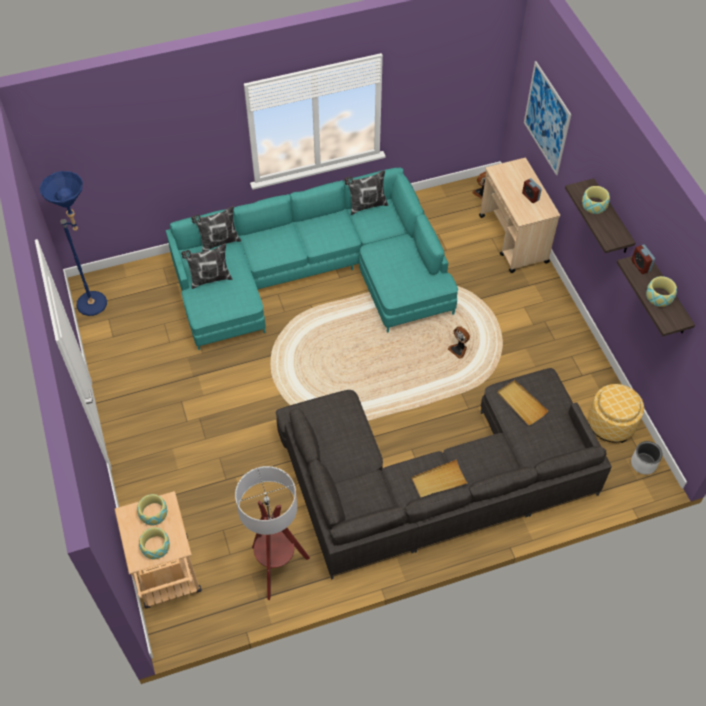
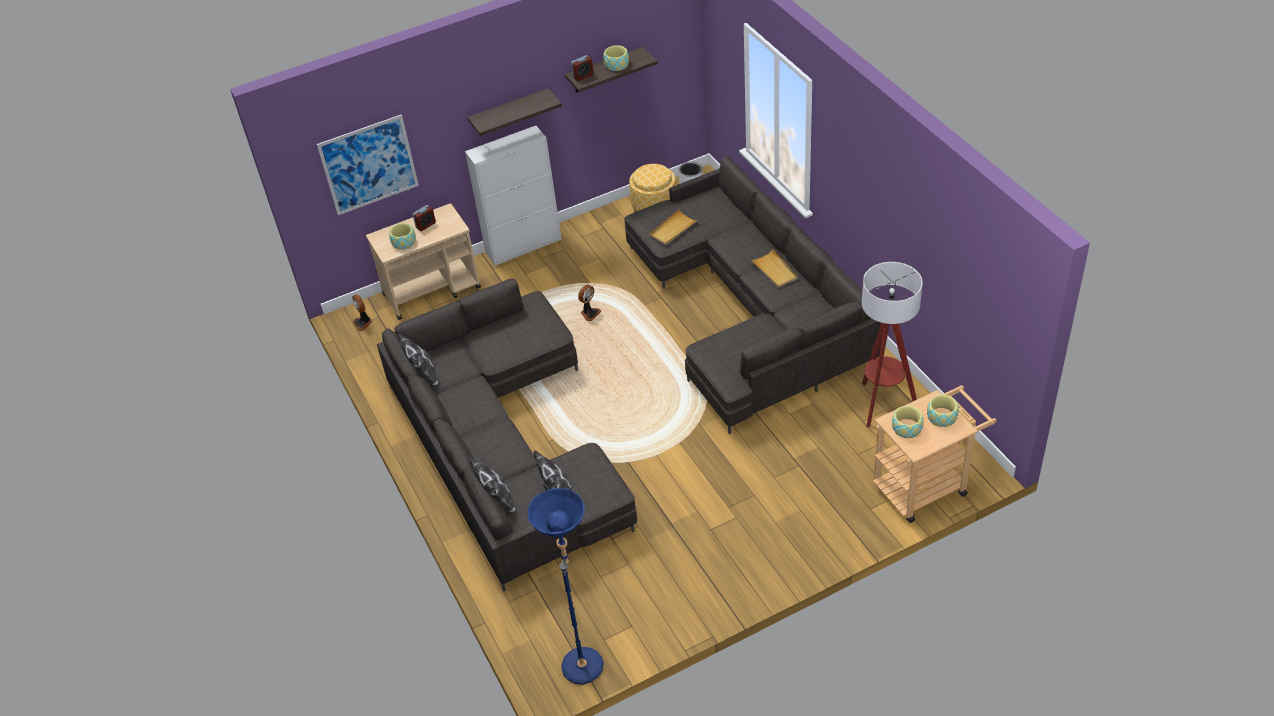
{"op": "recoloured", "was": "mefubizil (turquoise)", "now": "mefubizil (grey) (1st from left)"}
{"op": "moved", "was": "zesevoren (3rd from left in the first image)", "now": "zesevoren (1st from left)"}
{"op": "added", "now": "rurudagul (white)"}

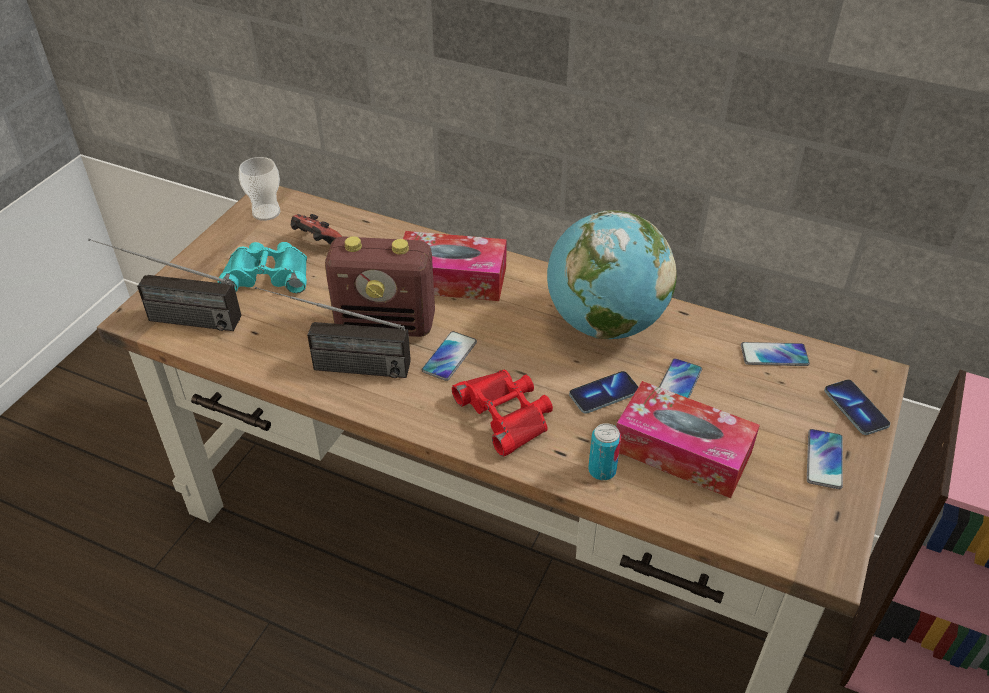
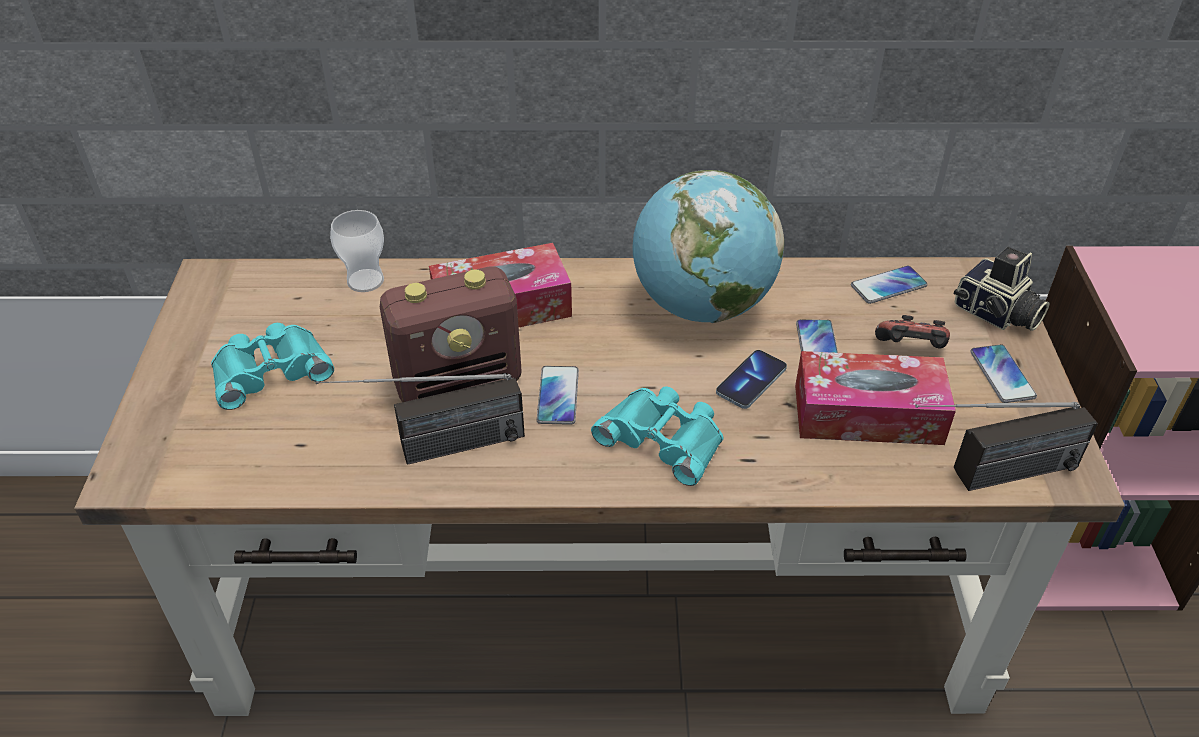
{"op": "moved", "was": "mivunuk"}
{"op": "moved", "was": "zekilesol"}
{"op": "moved", "was": "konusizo (1st from left in the first image)", "now": "konusizo (3rd from left)"}
{"op": "recoloured", "was": "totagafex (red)", "now": "totagafex (turquoise) (2nd from left)"}
{"op": "replaced", "was": "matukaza (6th from left)", "now": "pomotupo"}
{"op": "removed", "was": "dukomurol"}

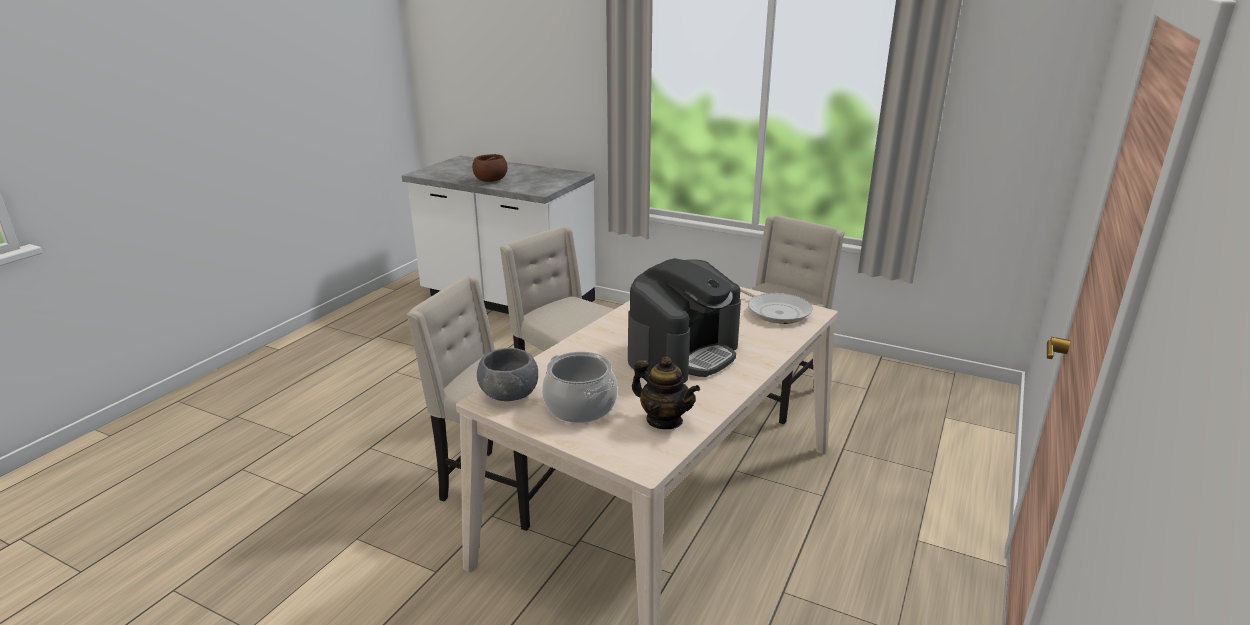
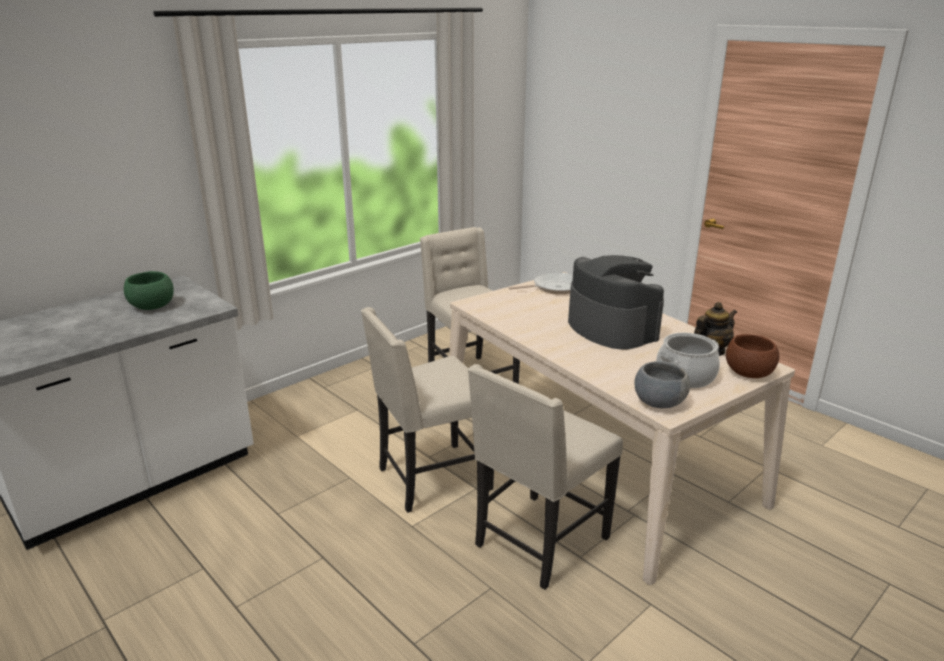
{"op": "moved", "was": "zesevoren (brown)"}
{"op": "added", "now": "zesevoren (green)"}

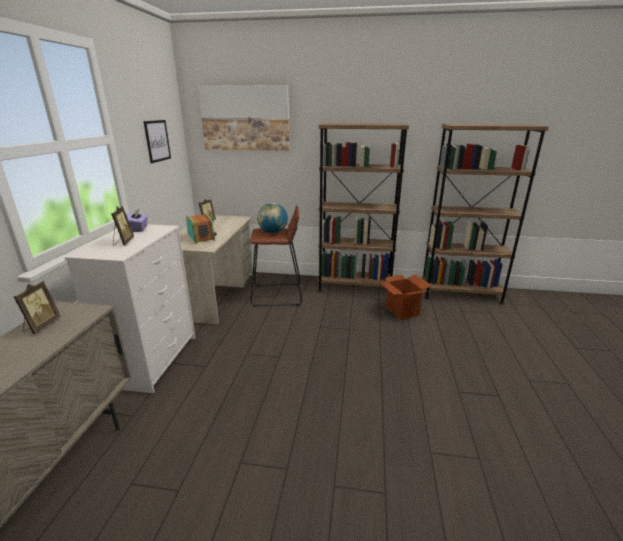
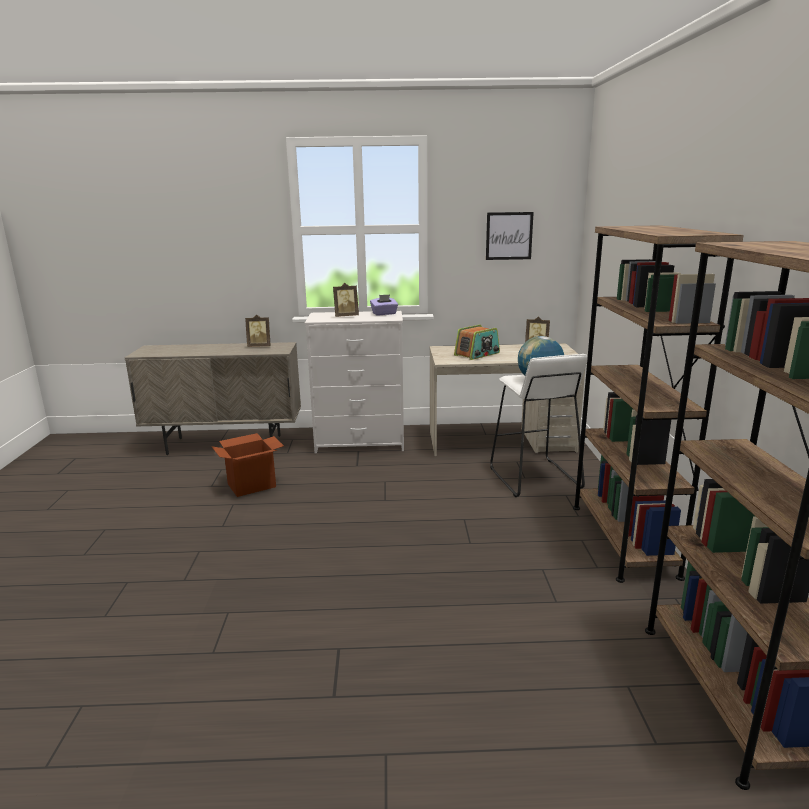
{"op": "removed", "was": "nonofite (2nd from left)"}
{"op": "recoloured", "was": "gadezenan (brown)", "now": "gadezenan (white)"}
{"op": "moved", "was": "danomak"}

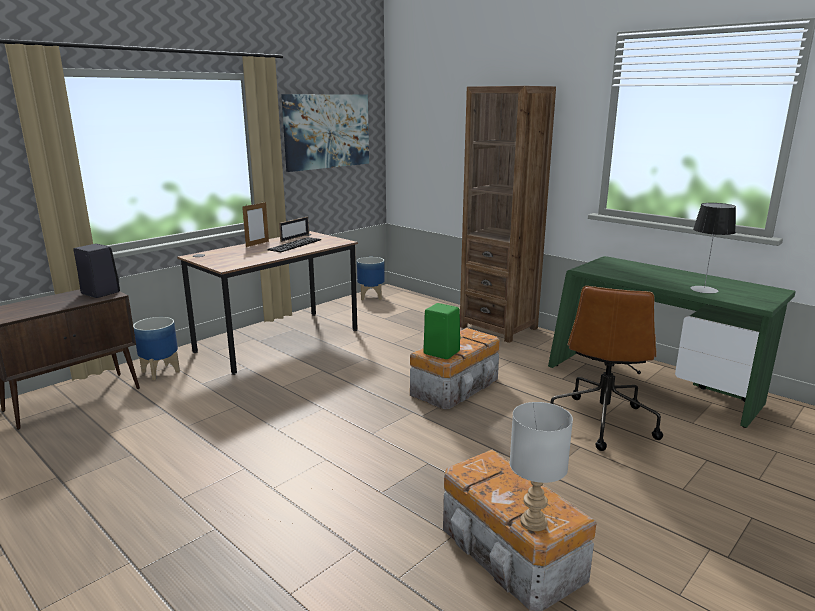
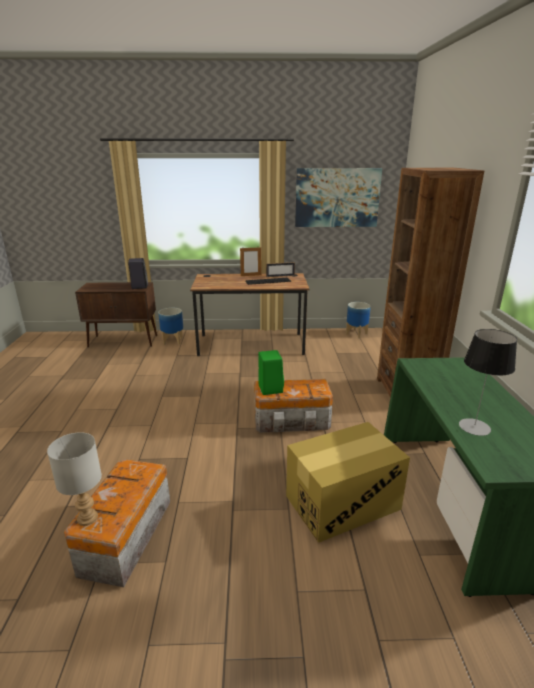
{"op": "replaced", "was": "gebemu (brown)", "now": "danomak"}

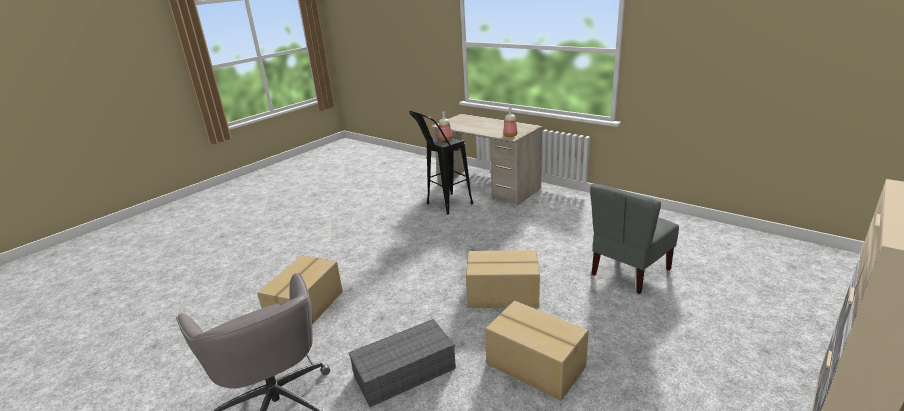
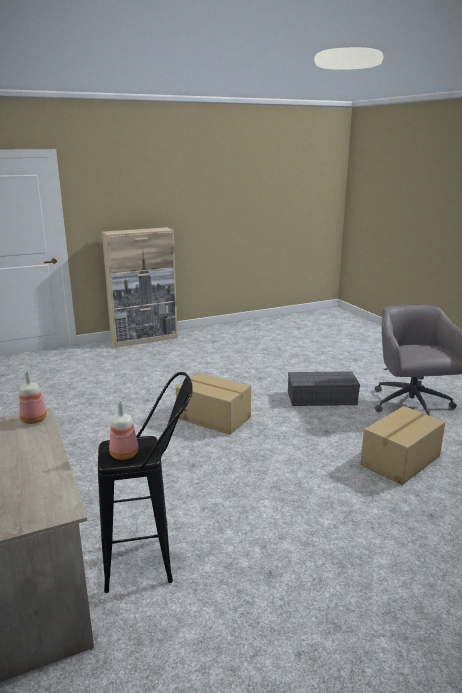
{"op": "removed", "was": "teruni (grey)"}
{"op": "removed", "was": "danomak (3rd from left)"}

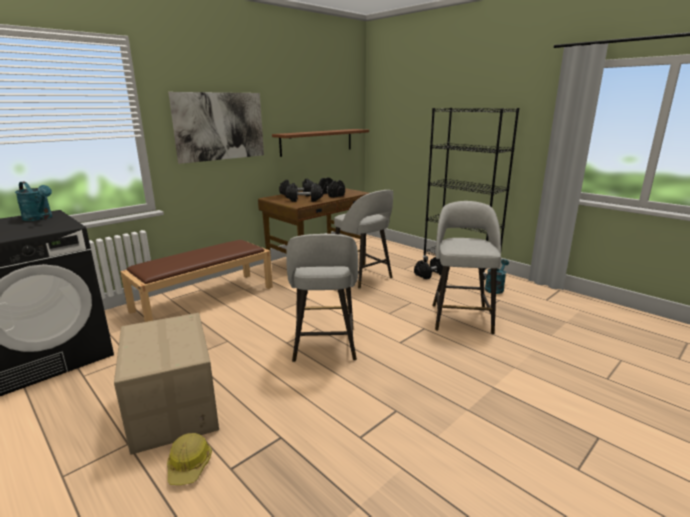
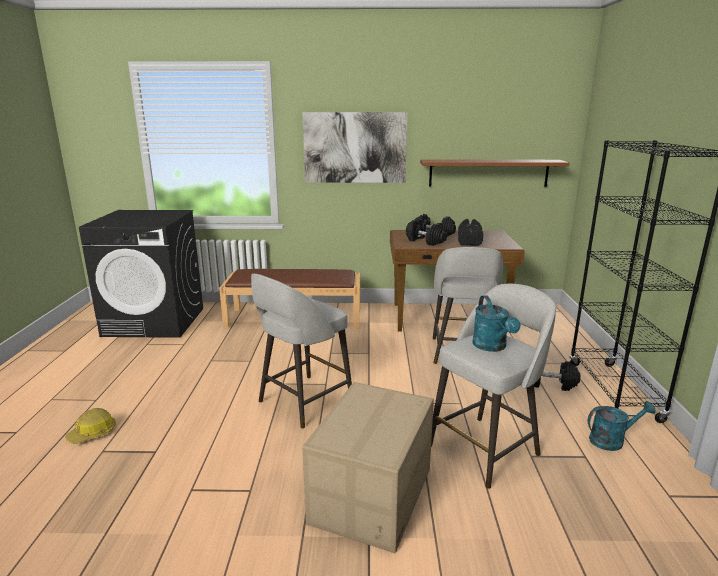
{"op": "moved", "was": "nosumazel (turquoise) (1st from left)"}
{"op": "moved", "was": "danomak"}

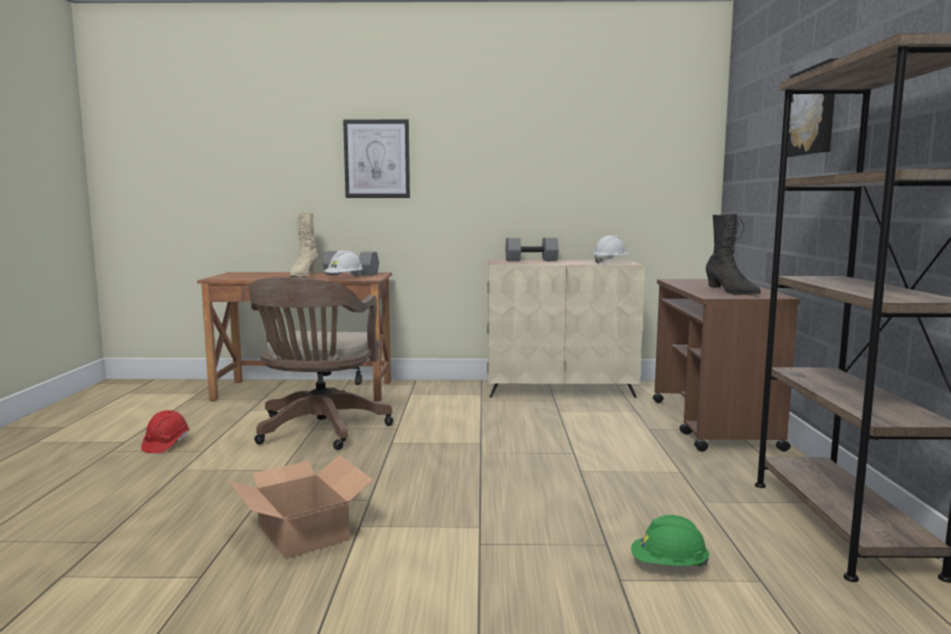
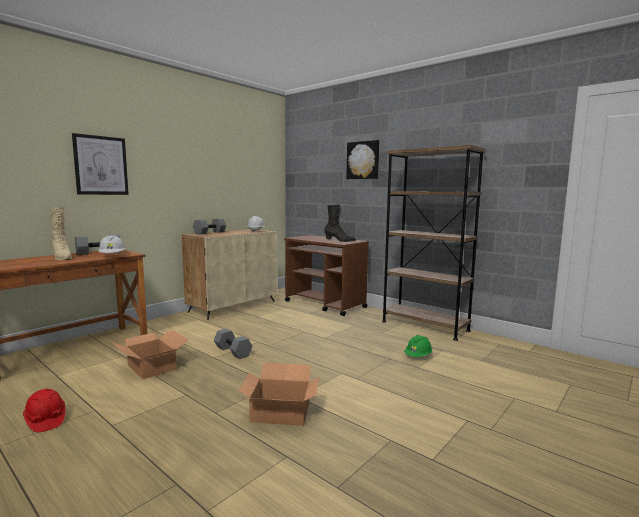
{"op": "replaced", "was": "gebemu (brown)", "now": "danomak (1st from left)"}
{"op": "added", "now": "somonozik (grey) (3rd from left)"}

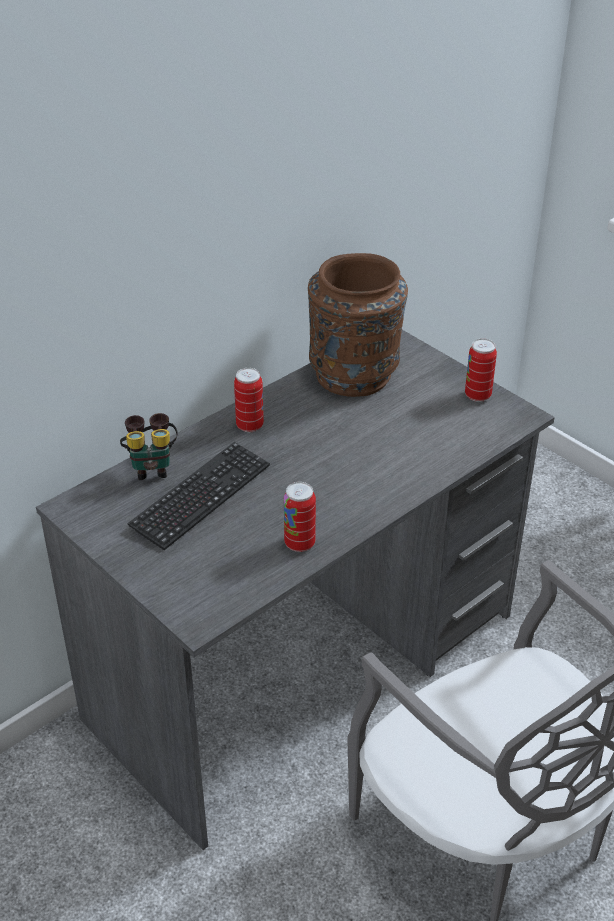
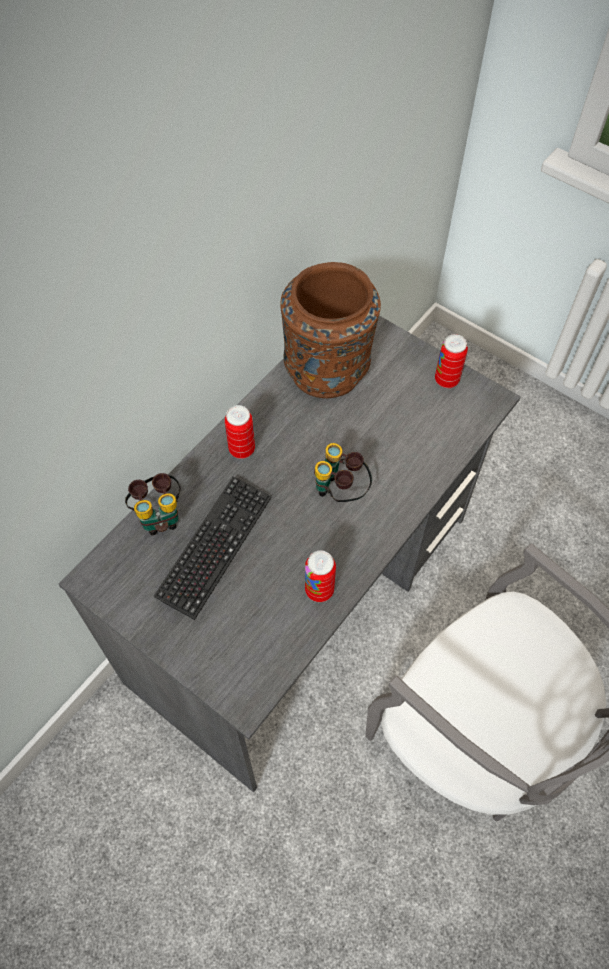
{"op": "added", "now": "totagafex (2nd from left)"}

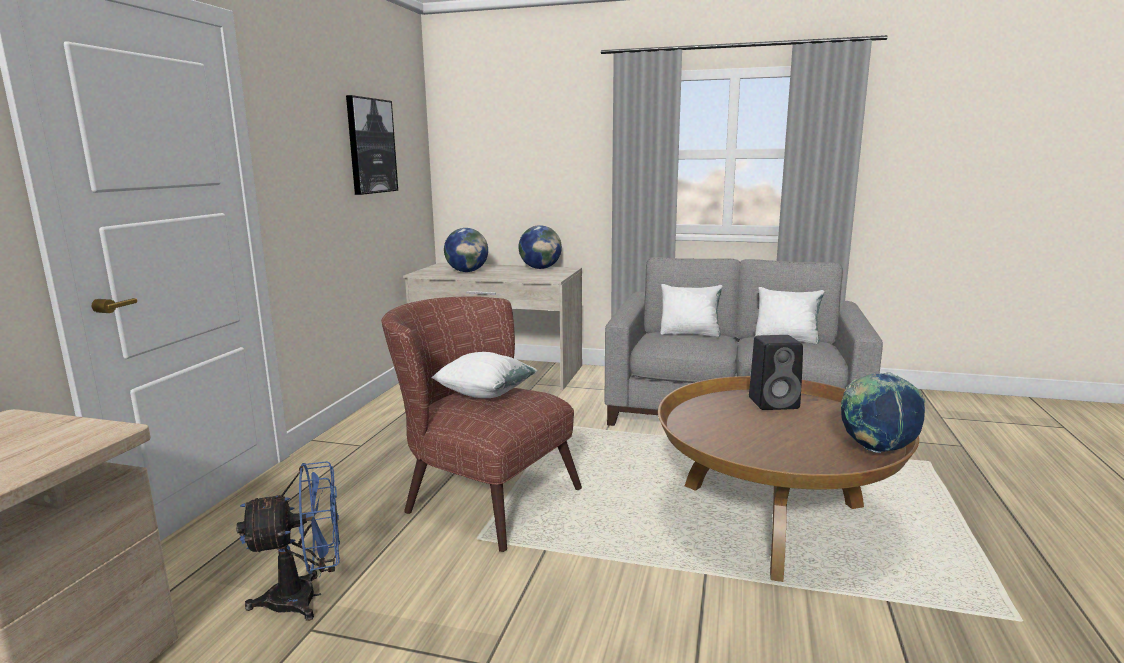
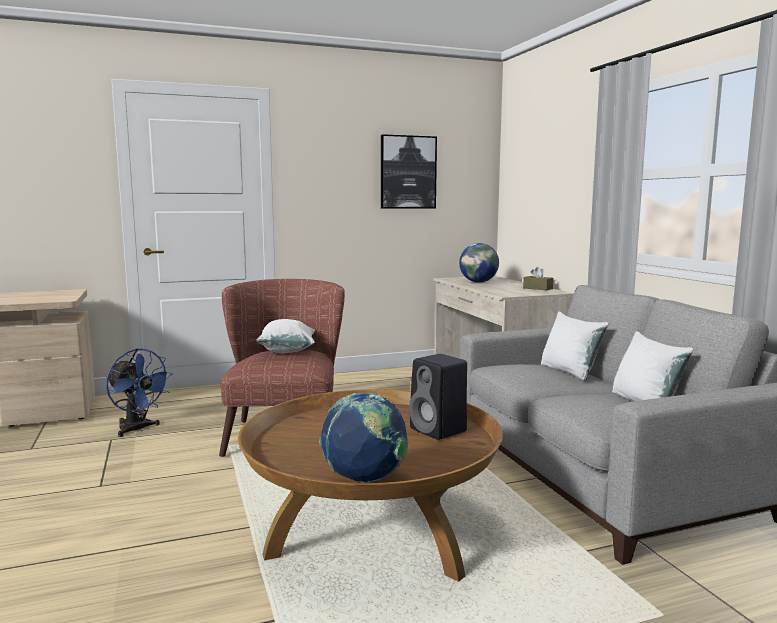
{"op": "replaced", "was": "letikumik (2nd from left)", "now": "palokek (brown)"}

